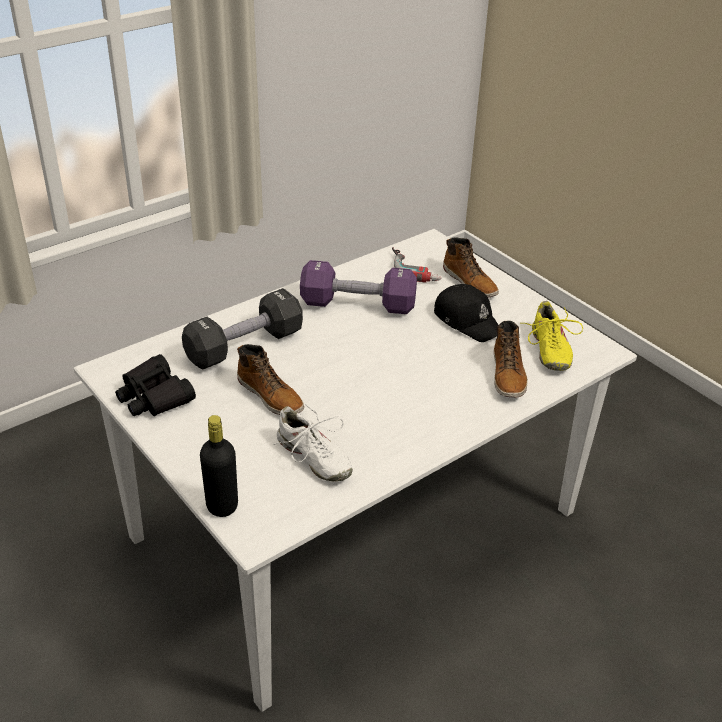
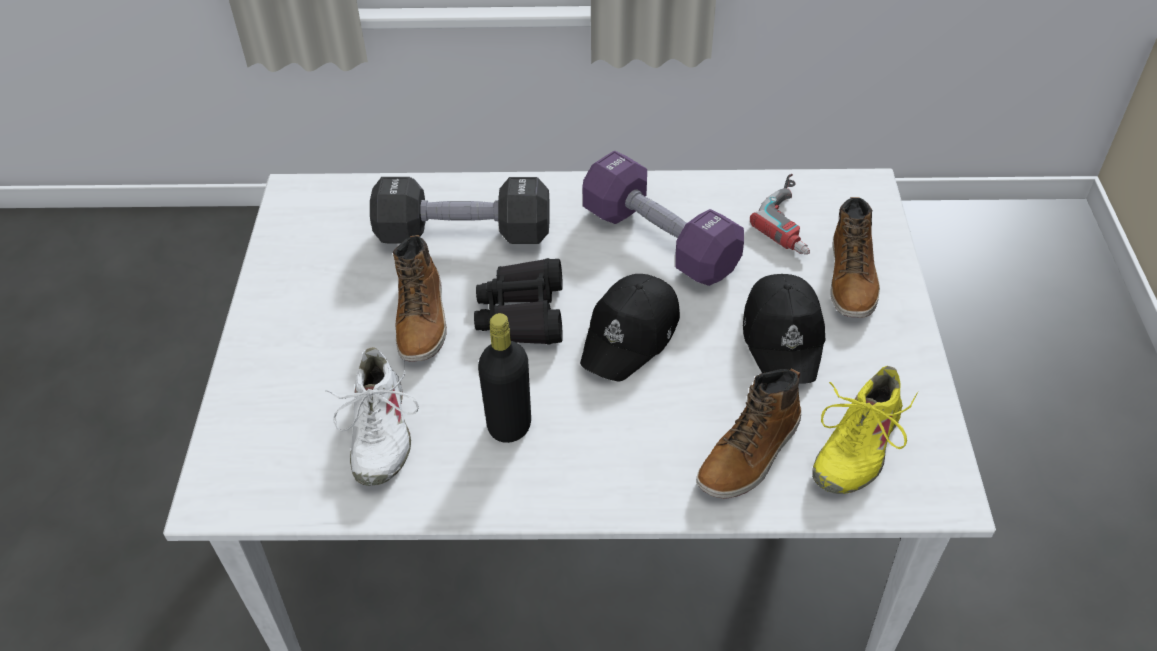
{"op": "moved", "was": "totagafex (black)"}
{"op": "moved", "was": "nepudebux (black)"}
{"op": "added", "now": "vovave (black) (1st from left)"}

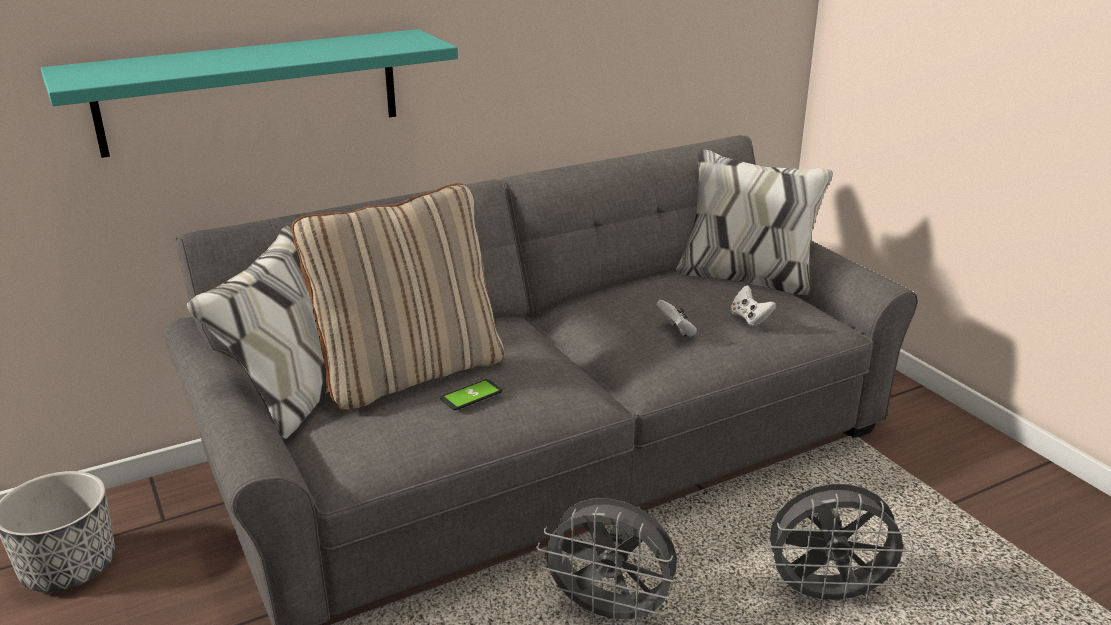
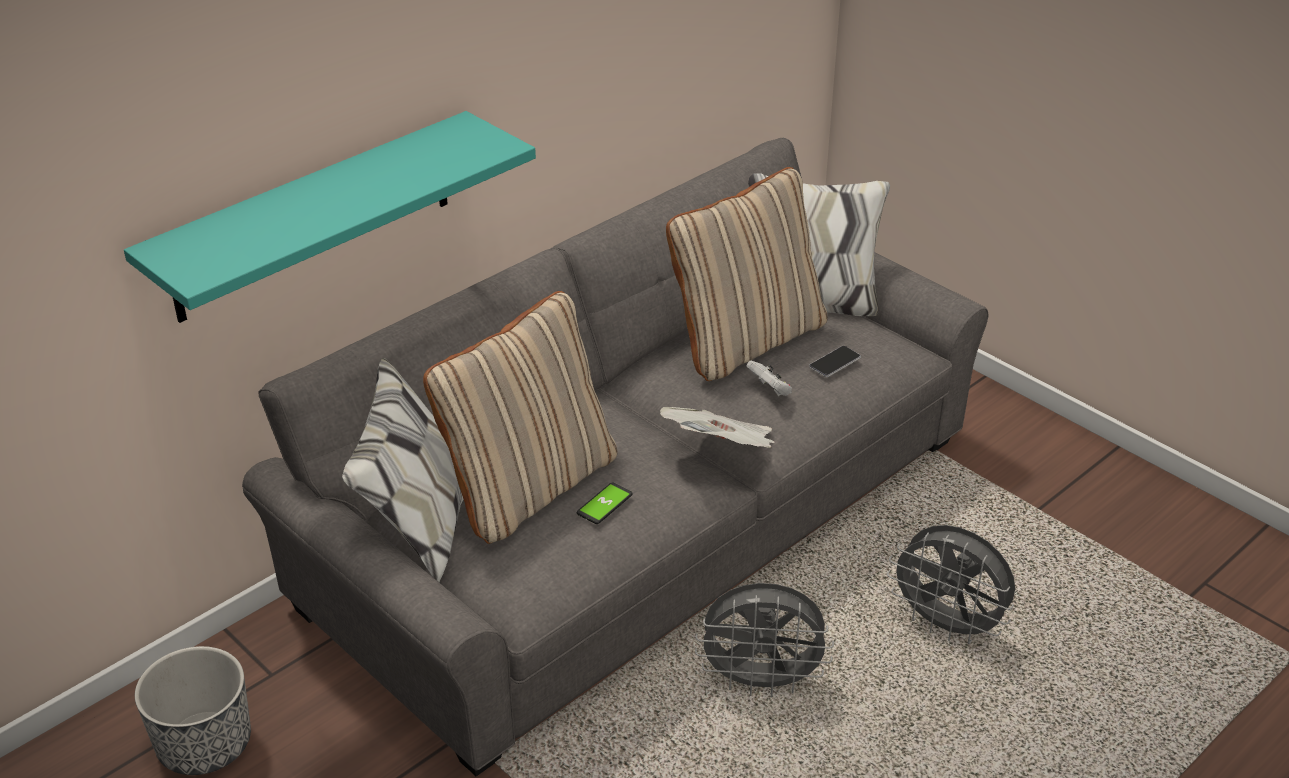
{"op": "replaced", "was": "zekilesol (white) (2nd from left)", "now": "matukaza (2nd from left)"}
{"op": "turned", "was": "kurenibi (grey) (2nd from left)", "clockwise": 45}
{"op": "added", "now": "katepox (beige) (2nd from left)"}
{"op": "added", "now": "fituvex"}

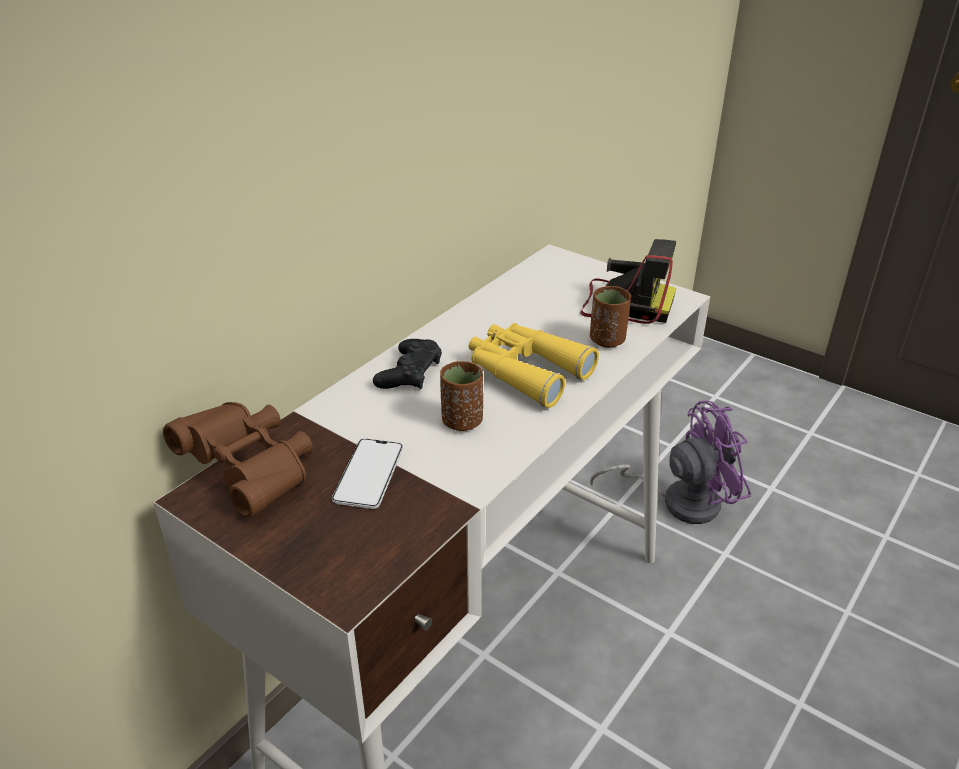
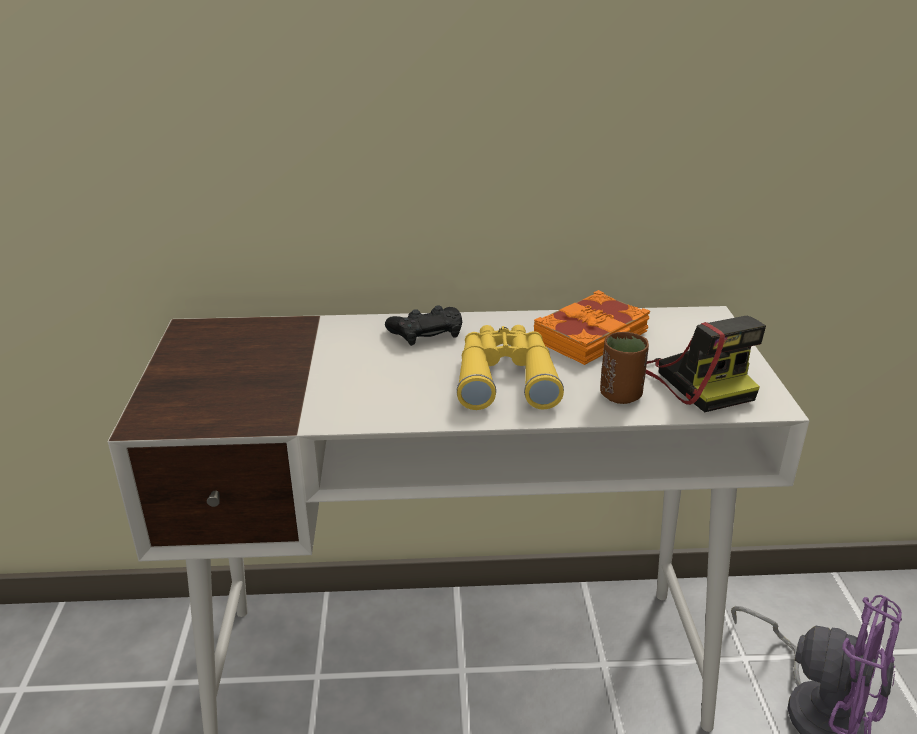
{"op": "removed", "was": "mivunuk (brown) (1st from left)"}
{"op": "removed", "was": "totagafex (brown)"}
{"op": "removed", "was": "matukaza"}
{"op": "added", "now": "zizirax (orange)"}

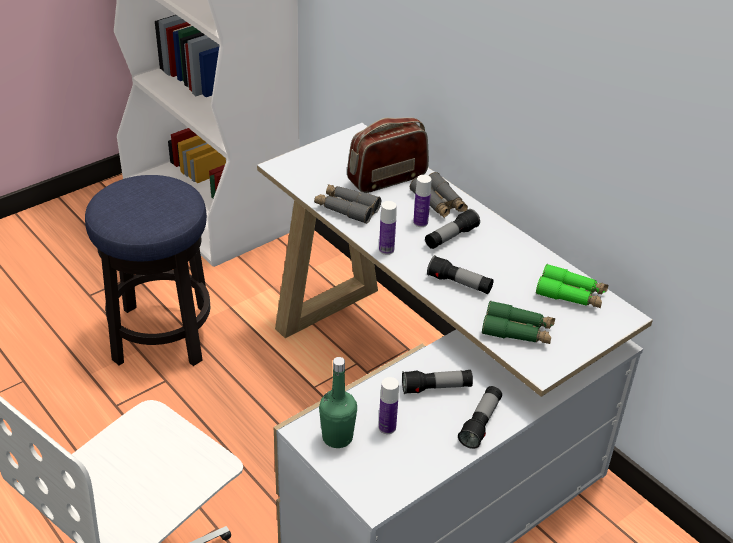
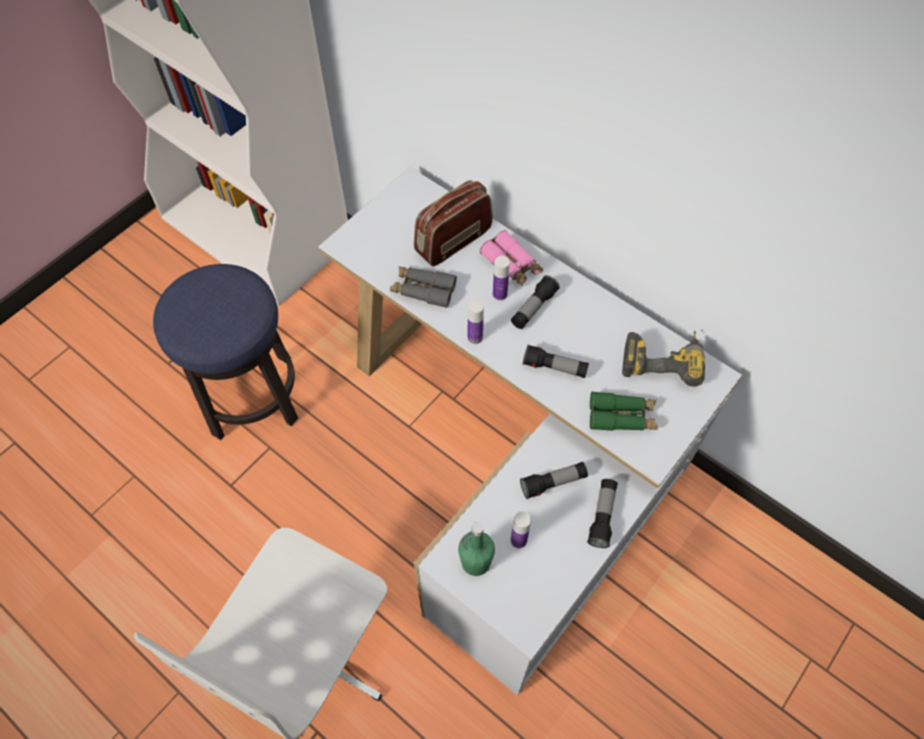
{"op": "recoloured", "was": "totagafex (grey) (2nd from left)", "now": "totagafex (pink)"}
{"op": "replaced", "was": "totagafex (green) (2nd from left)", "now": "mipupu"}

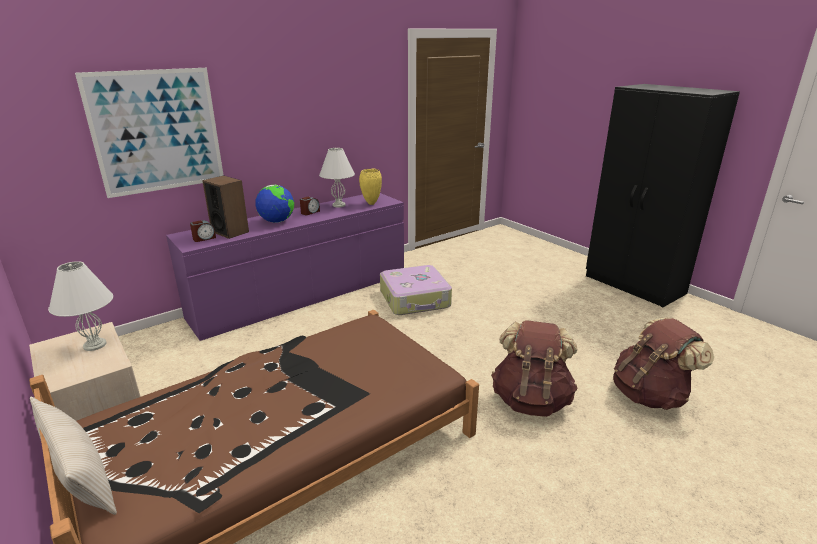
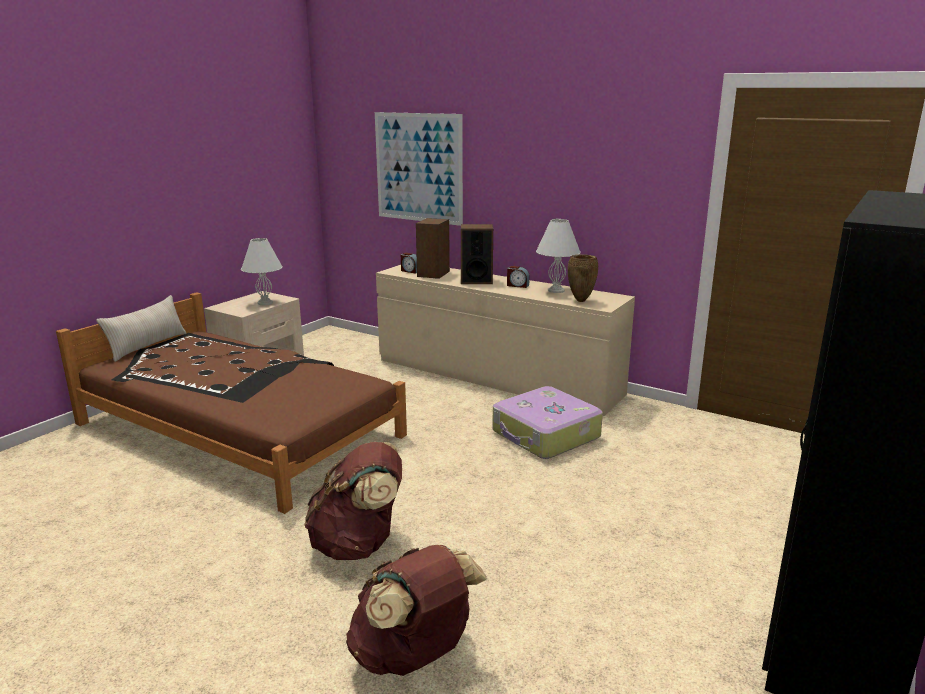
{"op": "recoloured", "was": "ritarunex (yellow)", "now": "ritarunex (brown)"}
{"op": "replaced", "was": "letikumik", "now": "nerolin (2nd from left)"}
{"op": "recoloured", "was": "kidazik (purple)", "now": "kidazik (beige)"}

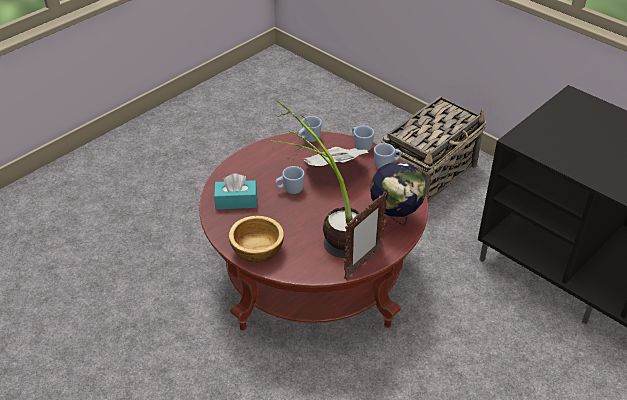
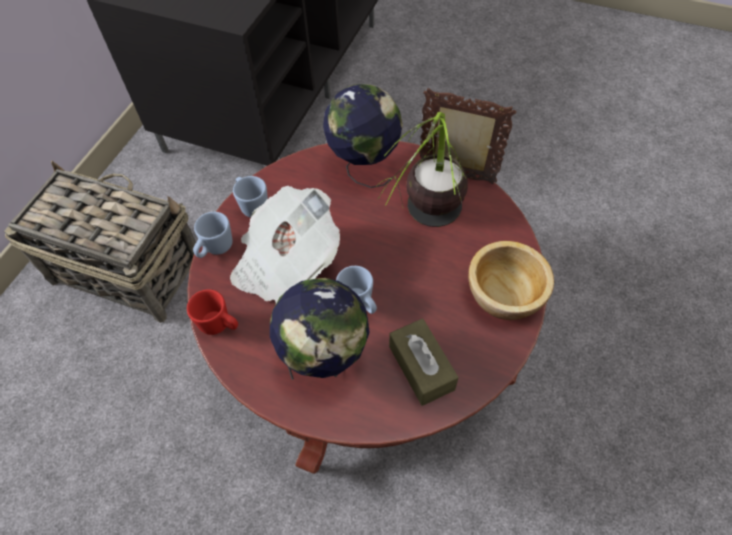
{"op": "recoloured", "was": "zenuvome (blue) (2nd from left)", "now": "zenuvome (red)"}
{"op": "recoloured", "was": "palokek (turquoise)", "now": "palokek (brown)"}
{"op": "added", "now": "letikumik (1st from left)"}

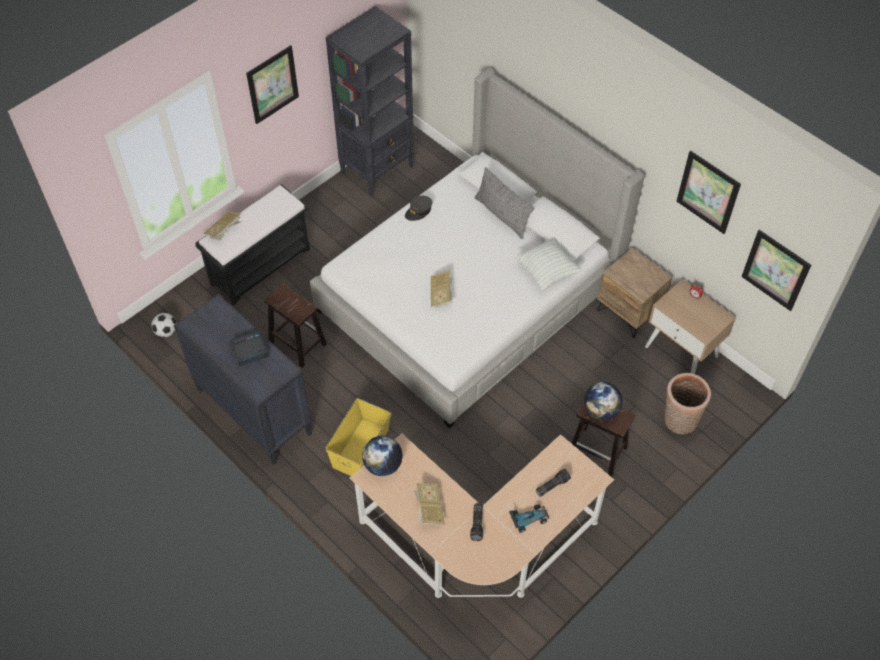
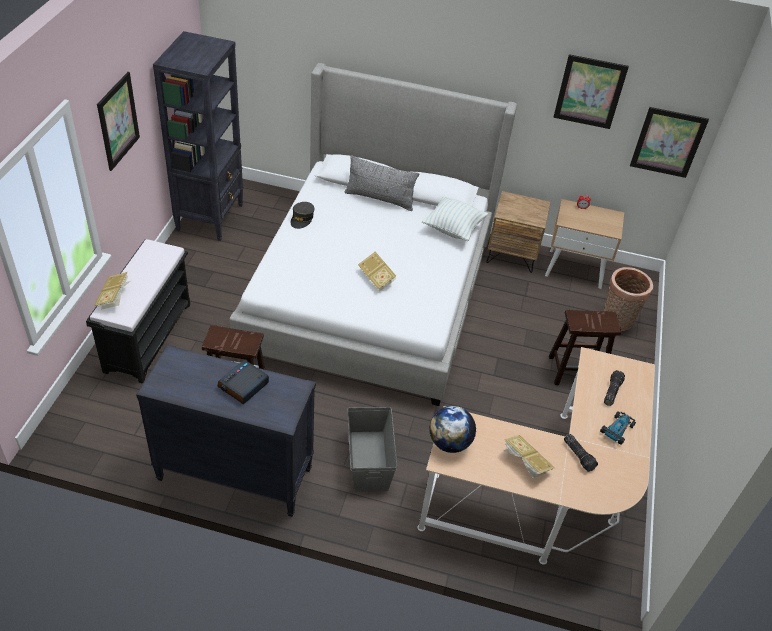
{"op": "removed", "was": "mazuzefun"}
{"op": "removed", "was": "letikumik (2nd from left)"}
{"op": "recoloured", "was": "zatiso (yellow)", "now": "zatiso (grey)"}

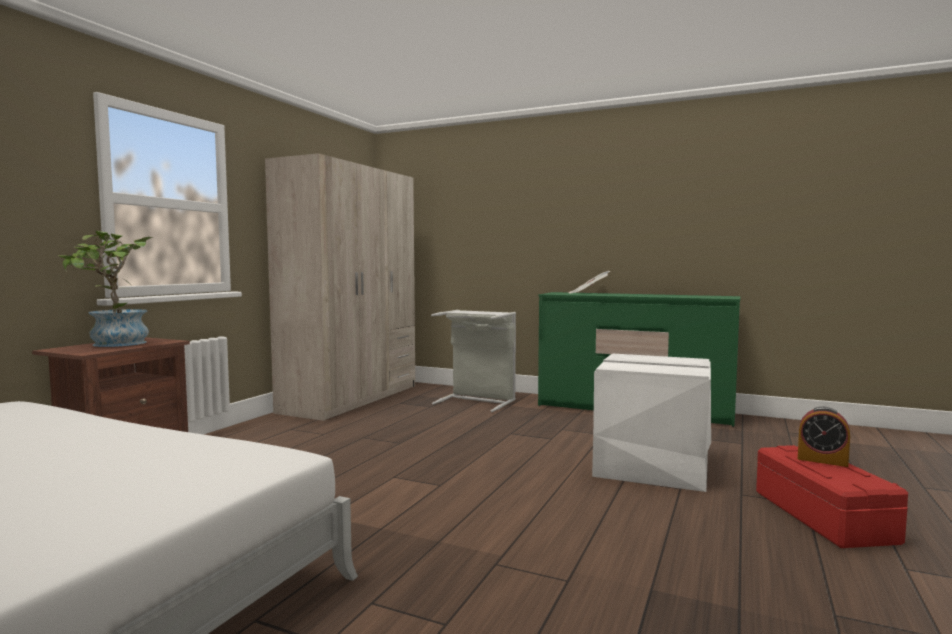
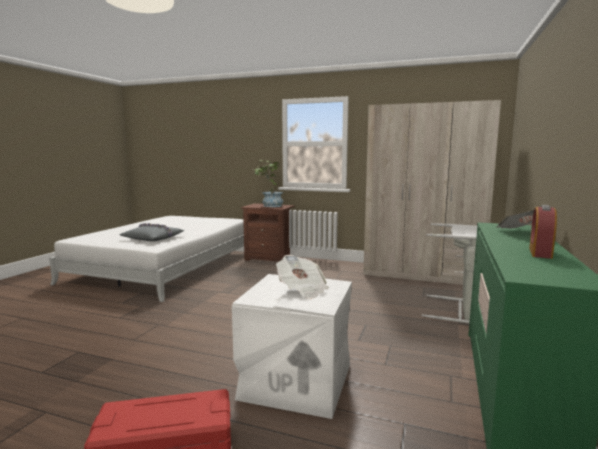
{"op": "moved", "was": "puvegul"}
{"op": "added", "now": "katepox (grey)"}
{"op": "added", "now": "fituvex (1st from left)"}

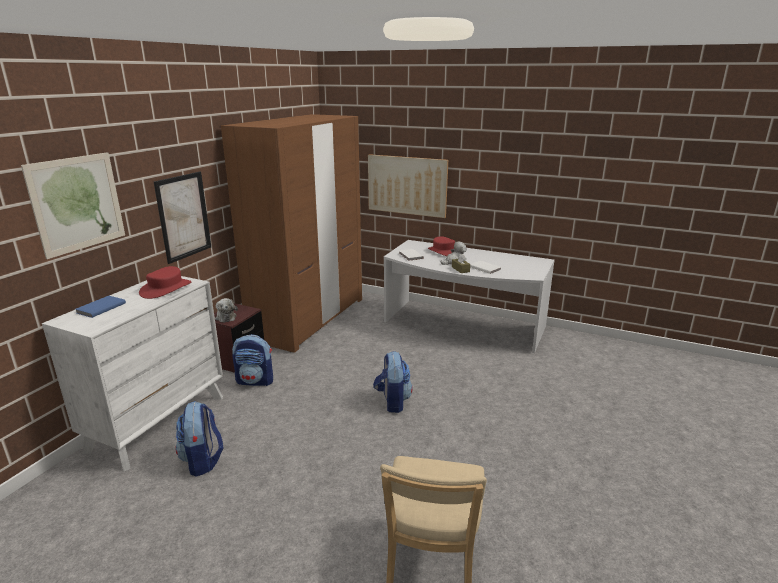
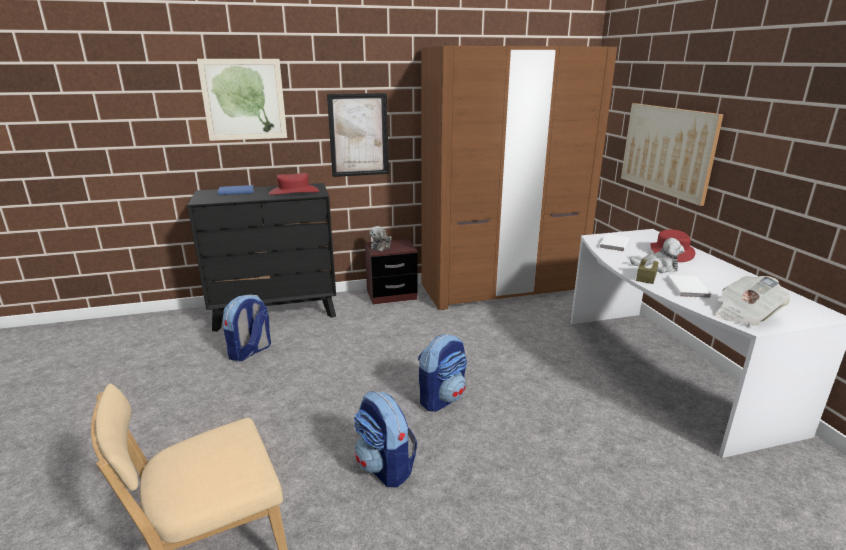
{"op": "recoloured", "was": "kidazik (white)", "now": "kidazik (black)"}
{"op": "moved", "was": "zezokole (2nd from left)"}
{"op": "added", "now": "fituvex"}

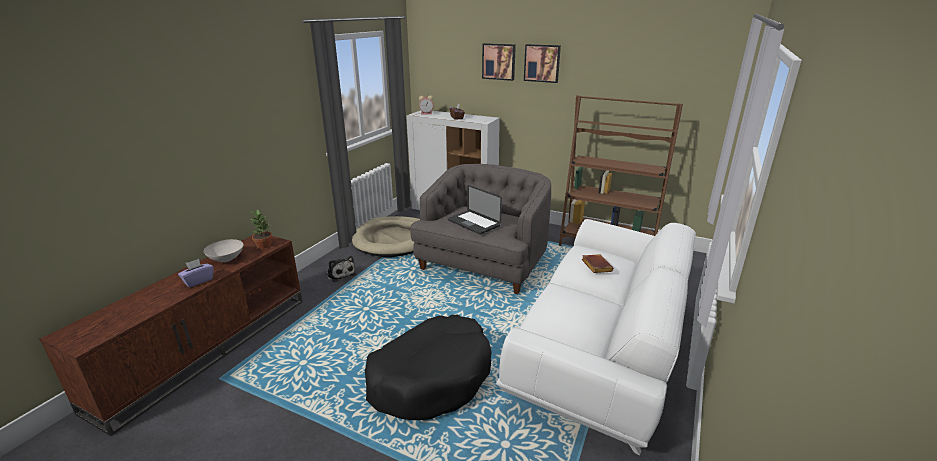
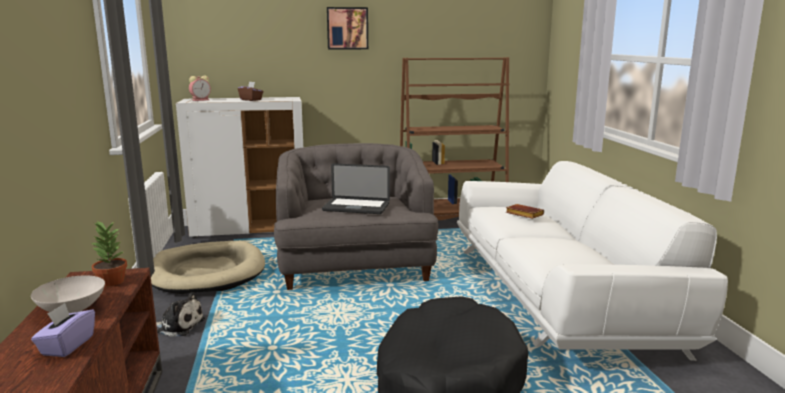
{"op": "removed", "was": "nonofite (1st from left)"}

